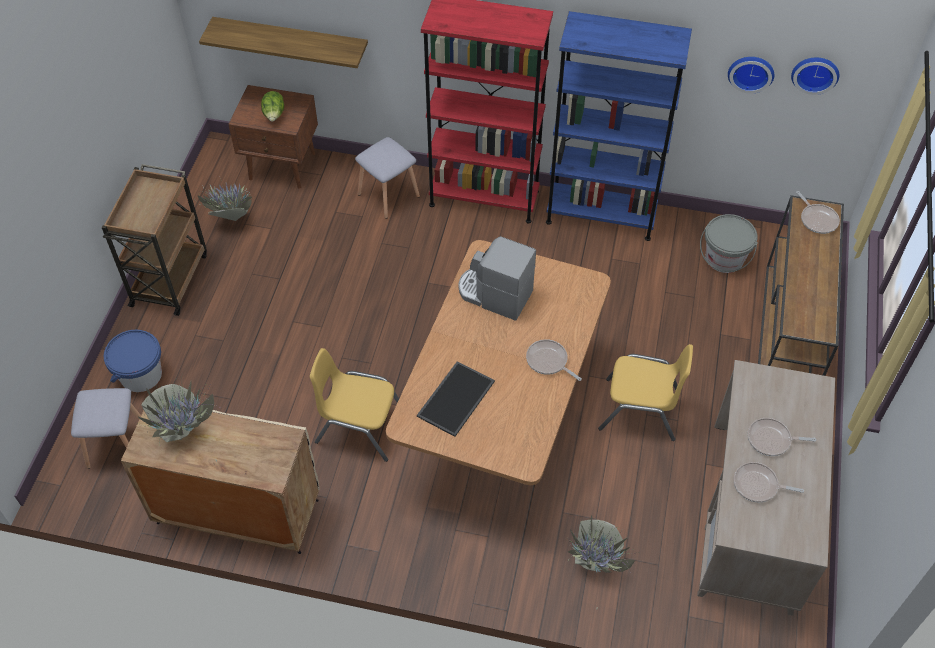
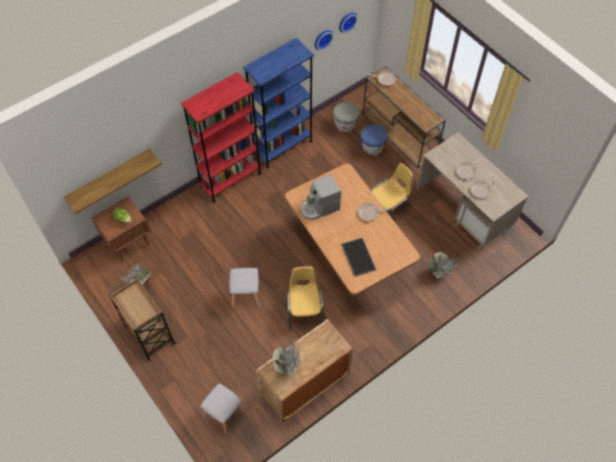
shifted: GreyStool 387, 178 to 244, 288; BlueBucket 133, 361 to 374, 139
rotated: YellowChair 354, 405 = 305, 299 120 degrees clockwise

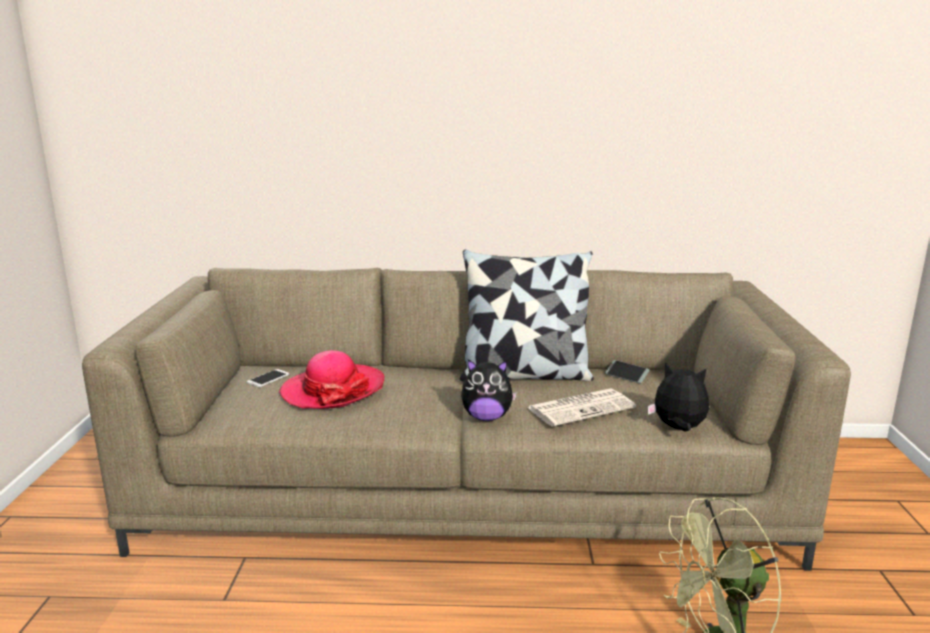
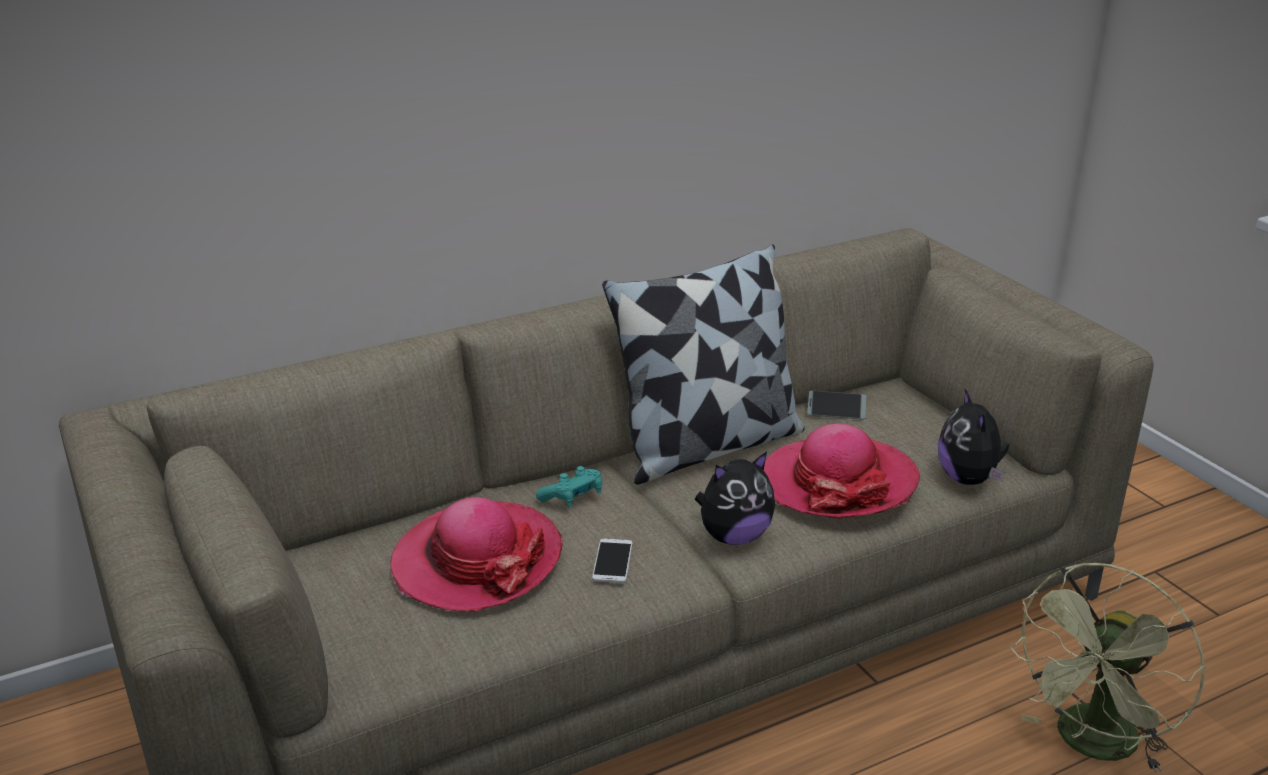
new: TurquoiseGameController 569, 486
shifted: Phone 268, 378 to 612, 560
swapped: Newspaper 581, 407 to Hat 842, 471
rotated: PlushToy 678, 397 = 973, 437 90 degrees counterclockwise

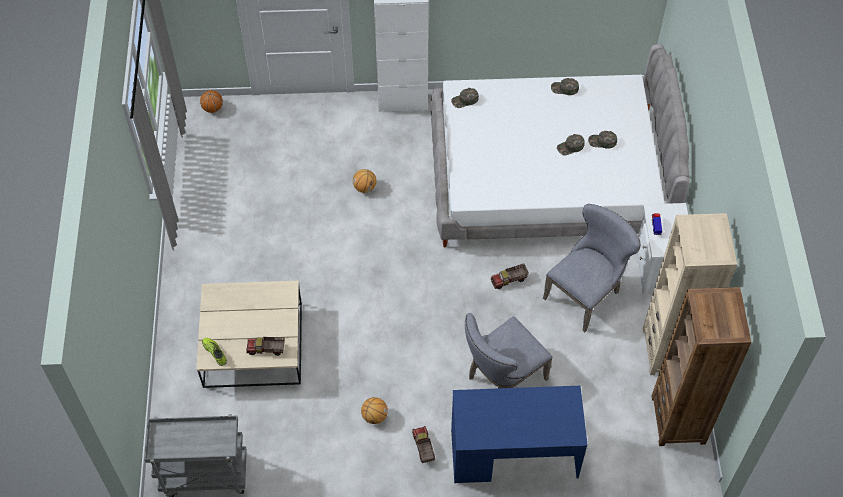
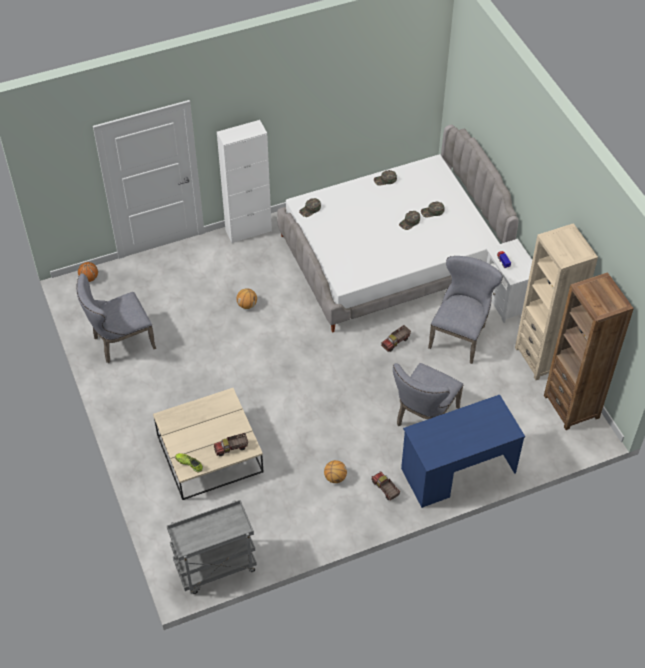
new: GreyChair 116, 318

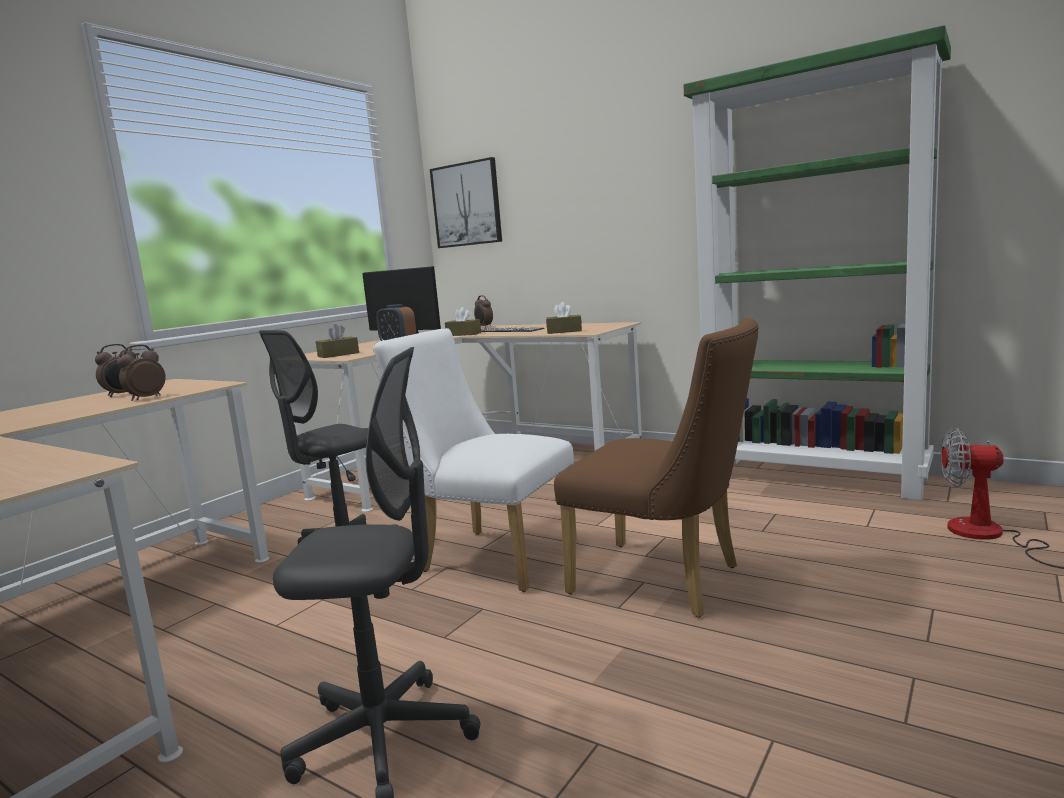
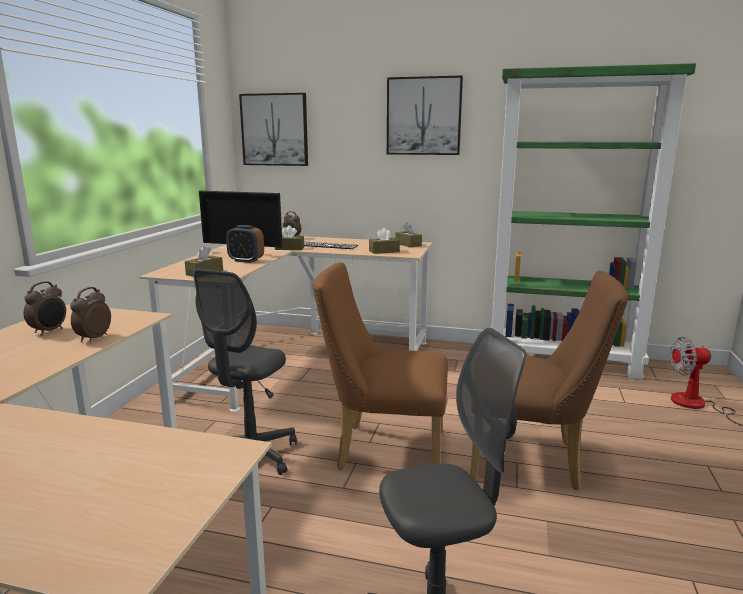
new: Picture 425, 115; BrownTissueBox 408, 235
repainted: WhiteChair 475, 460 to BrownChair 380, 366

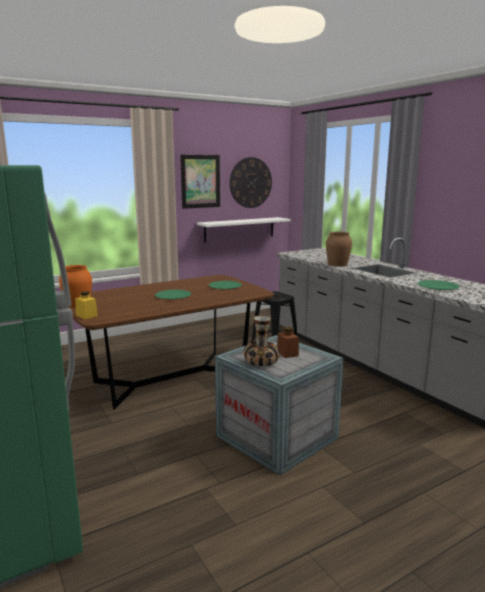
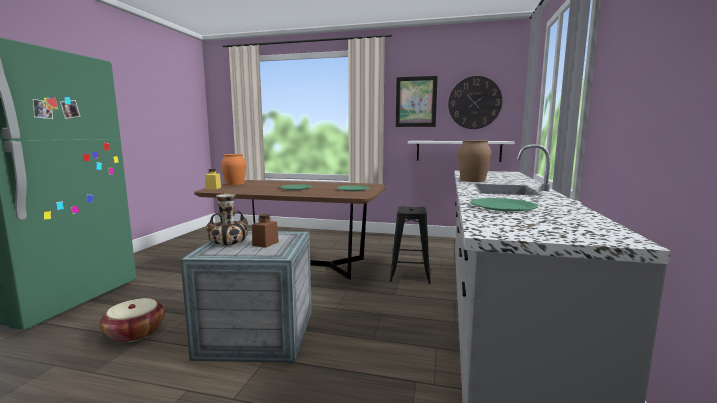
new: Basket 132, 320

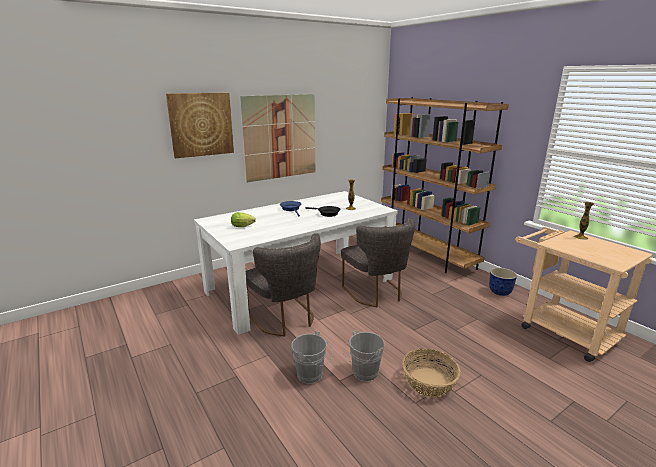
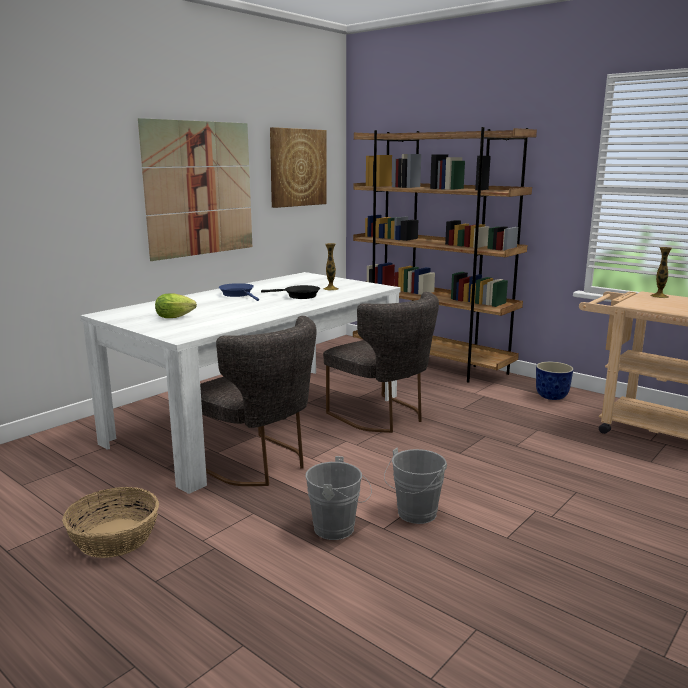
shifted: Basket 431, 373 to 110, 522; Picture 200, 125 to 298, 167

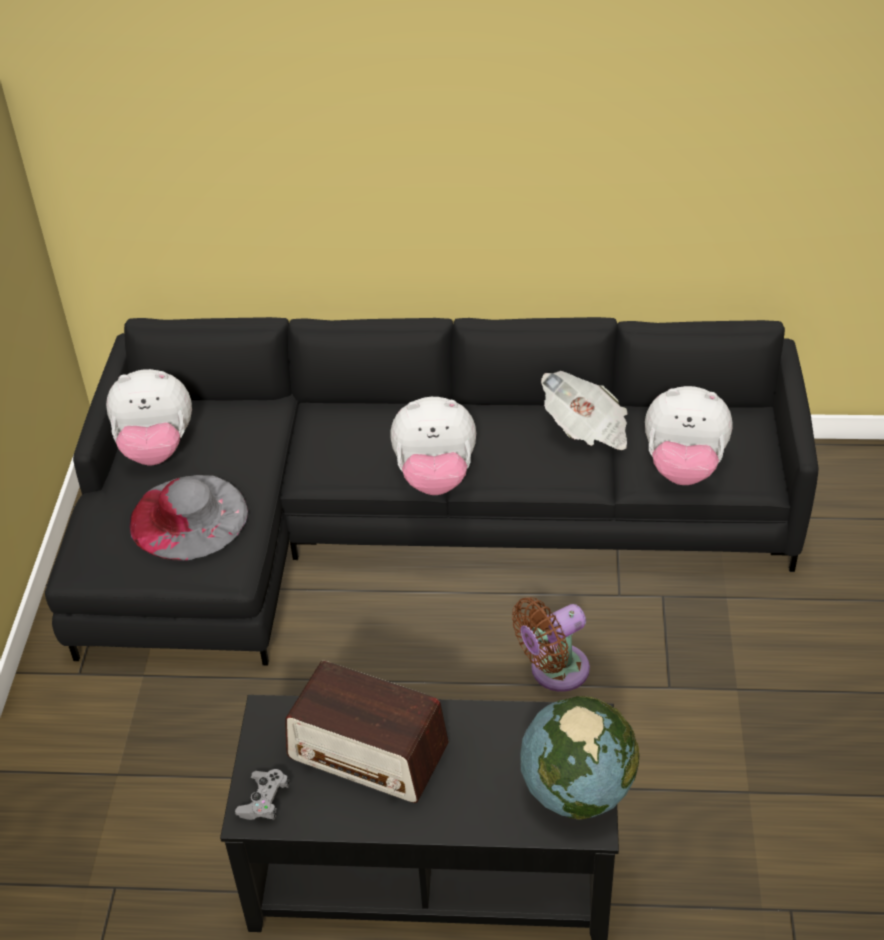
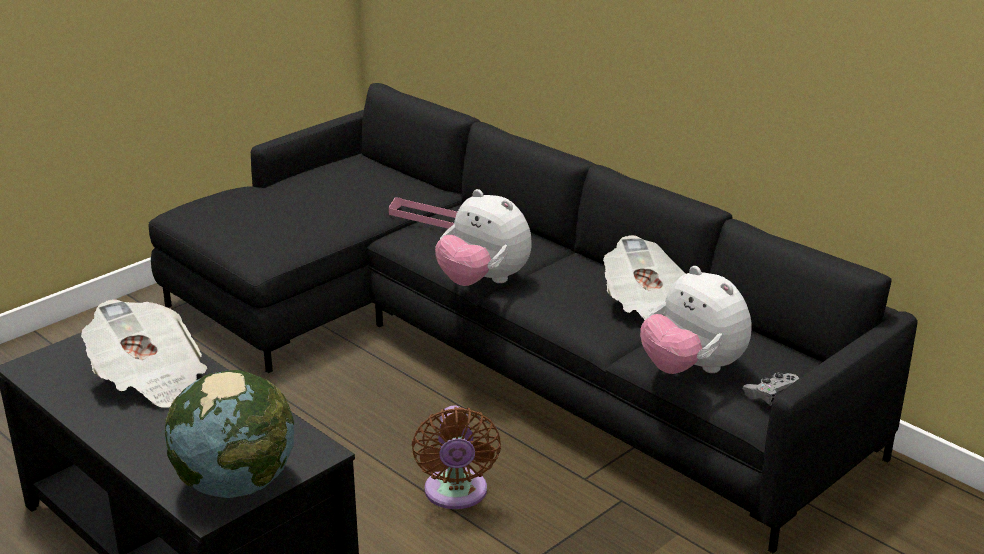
gone: PlushToy 149, 417; GreyHat 189, 518
new: PinkTray 423, 213
shifted: GreyGameController 262, 794 to 771, 389
swapped: Radio 367, 732 to Newspaper 144, 353
rotated: BrownFan 551, 644 = 456, 457 105 degrees counterclockwise

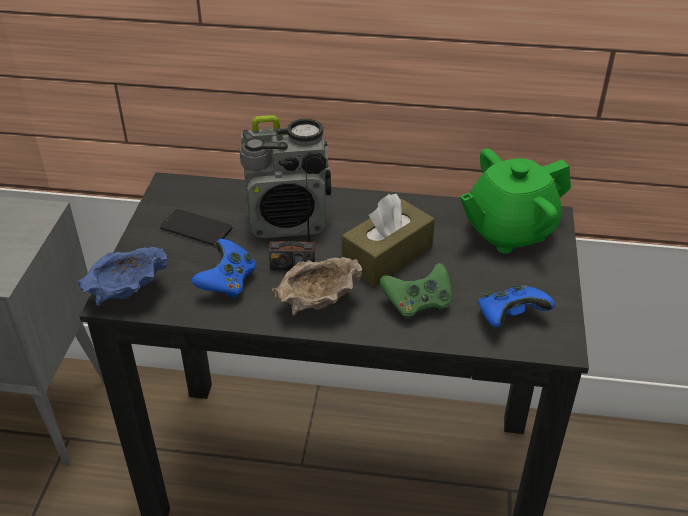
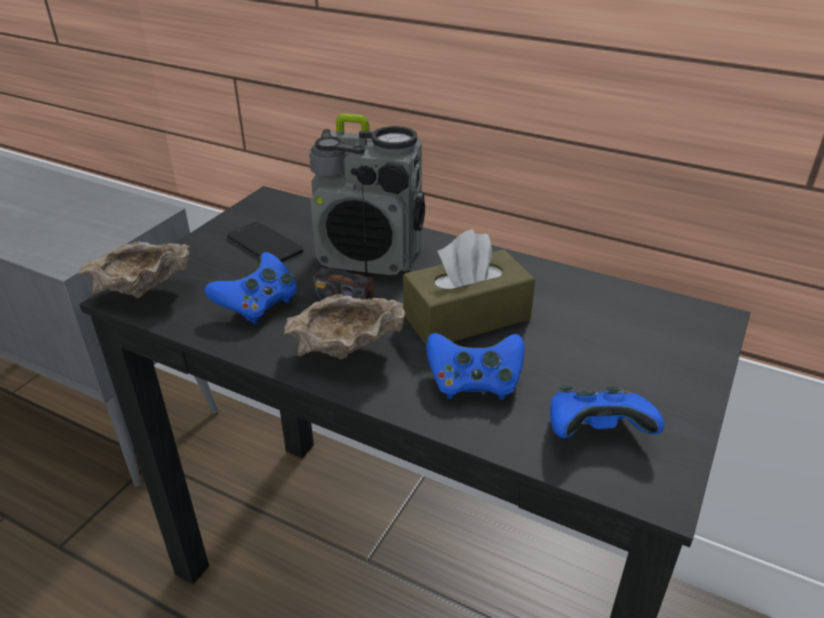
gone: GreenTeapot 515, 201
repainted: BlueBowl 122, 276 to BeigeBowl 133, 269; GreenGameController 416, 291 to BlueGameController 475, 366

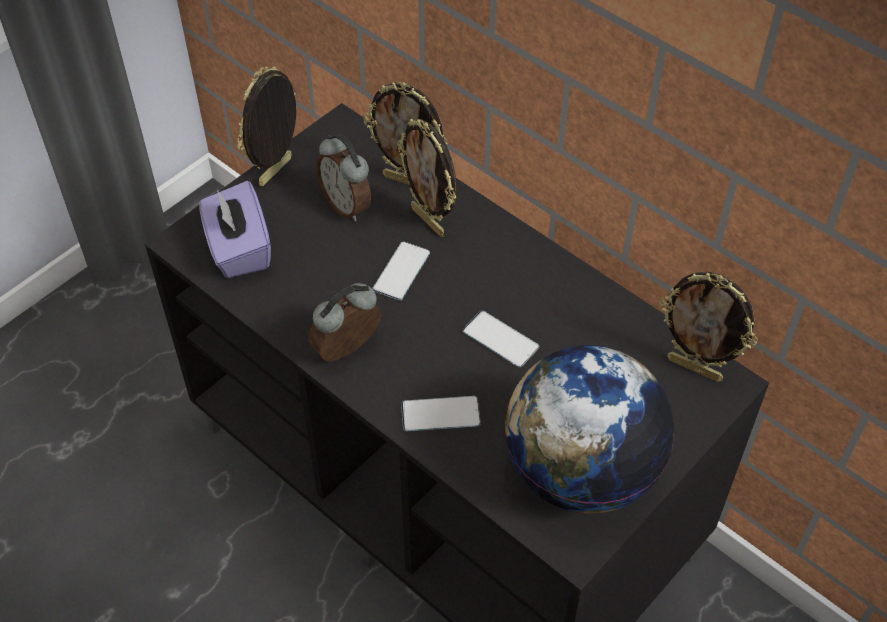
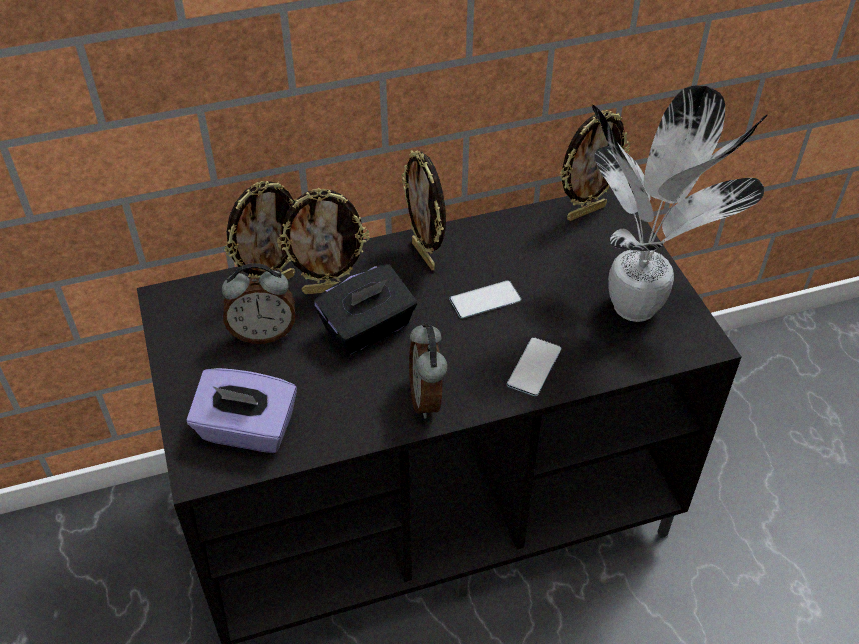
shifted: PictureFrame 266, 126 to 424, 210
swapped: Phone 401, 271 to BlackTissueBox 365, 309; Globe 589, 429 to PottedPlant 680, 203

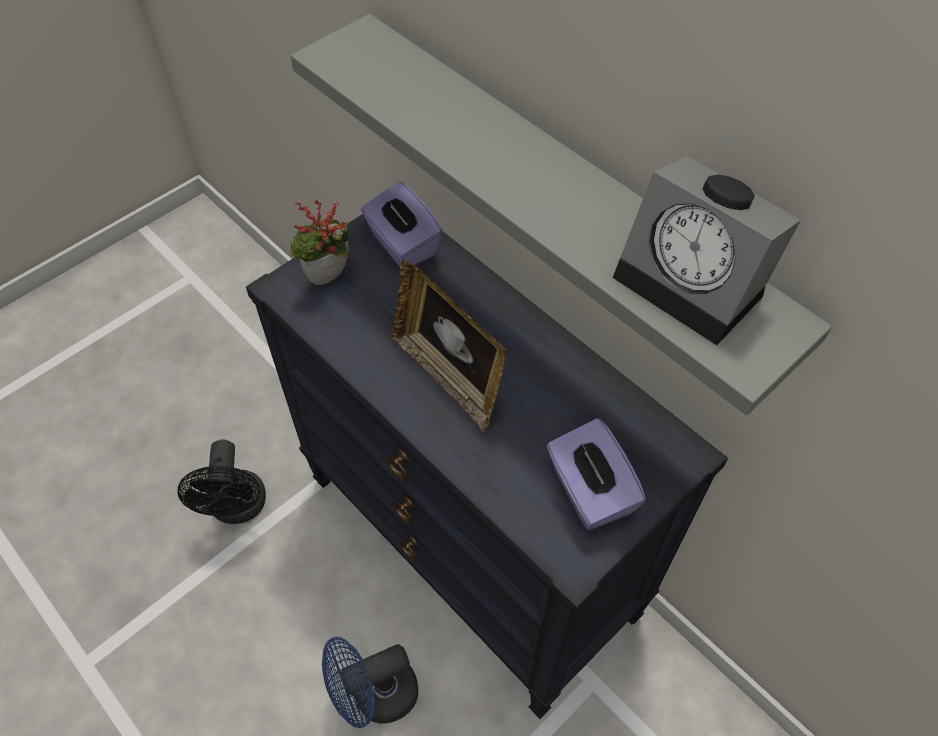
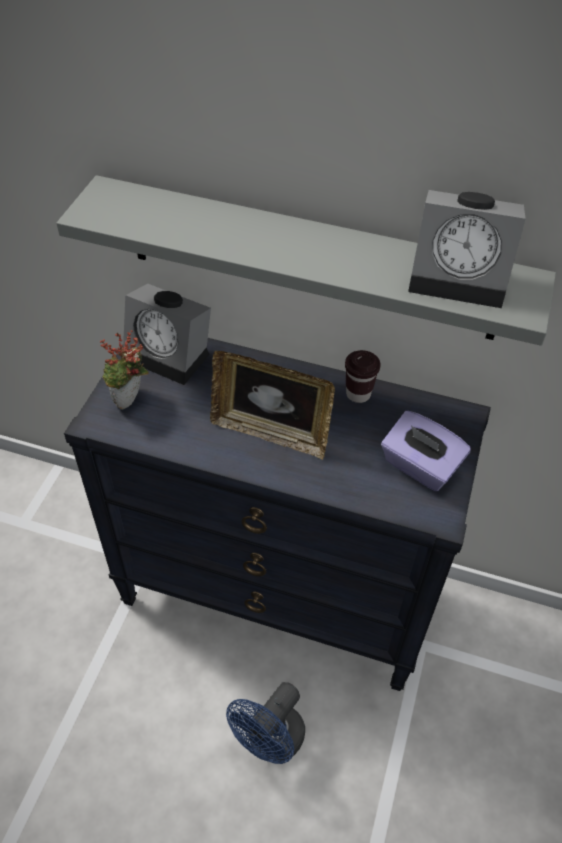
gone: BlackFan 221, 482
new: BrownCup 363, 376
swapped: PurpleTissueBox 402, 224 to AlarmClock 167, 334

